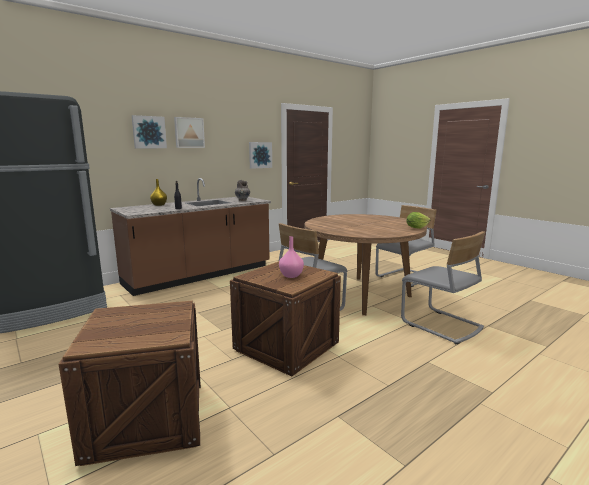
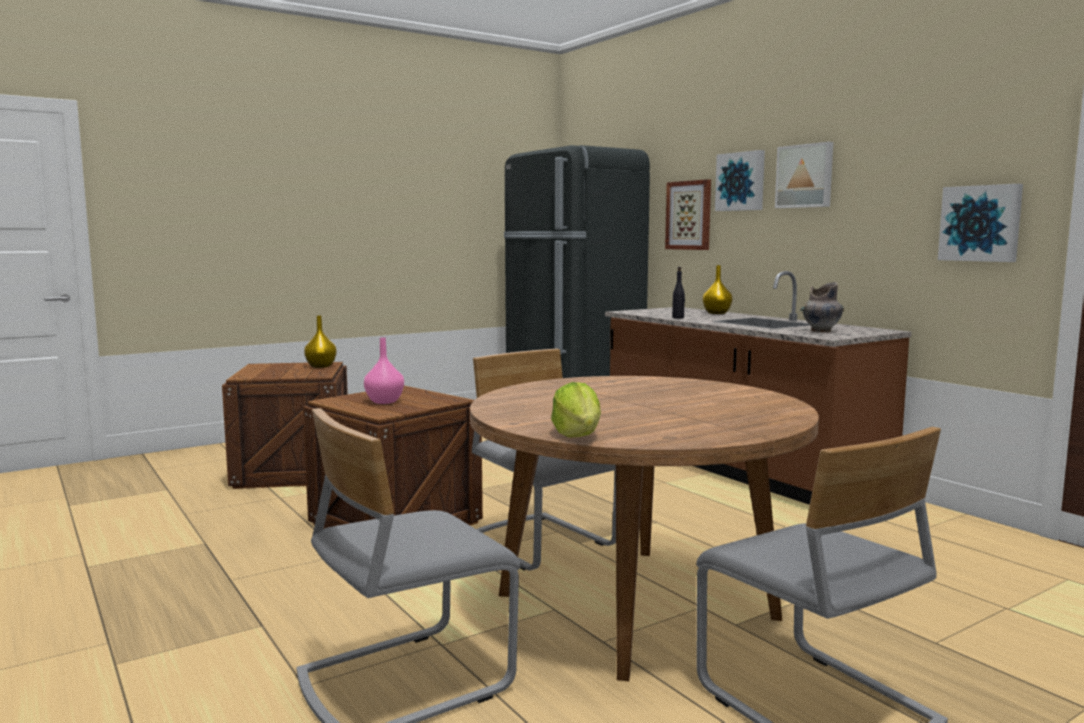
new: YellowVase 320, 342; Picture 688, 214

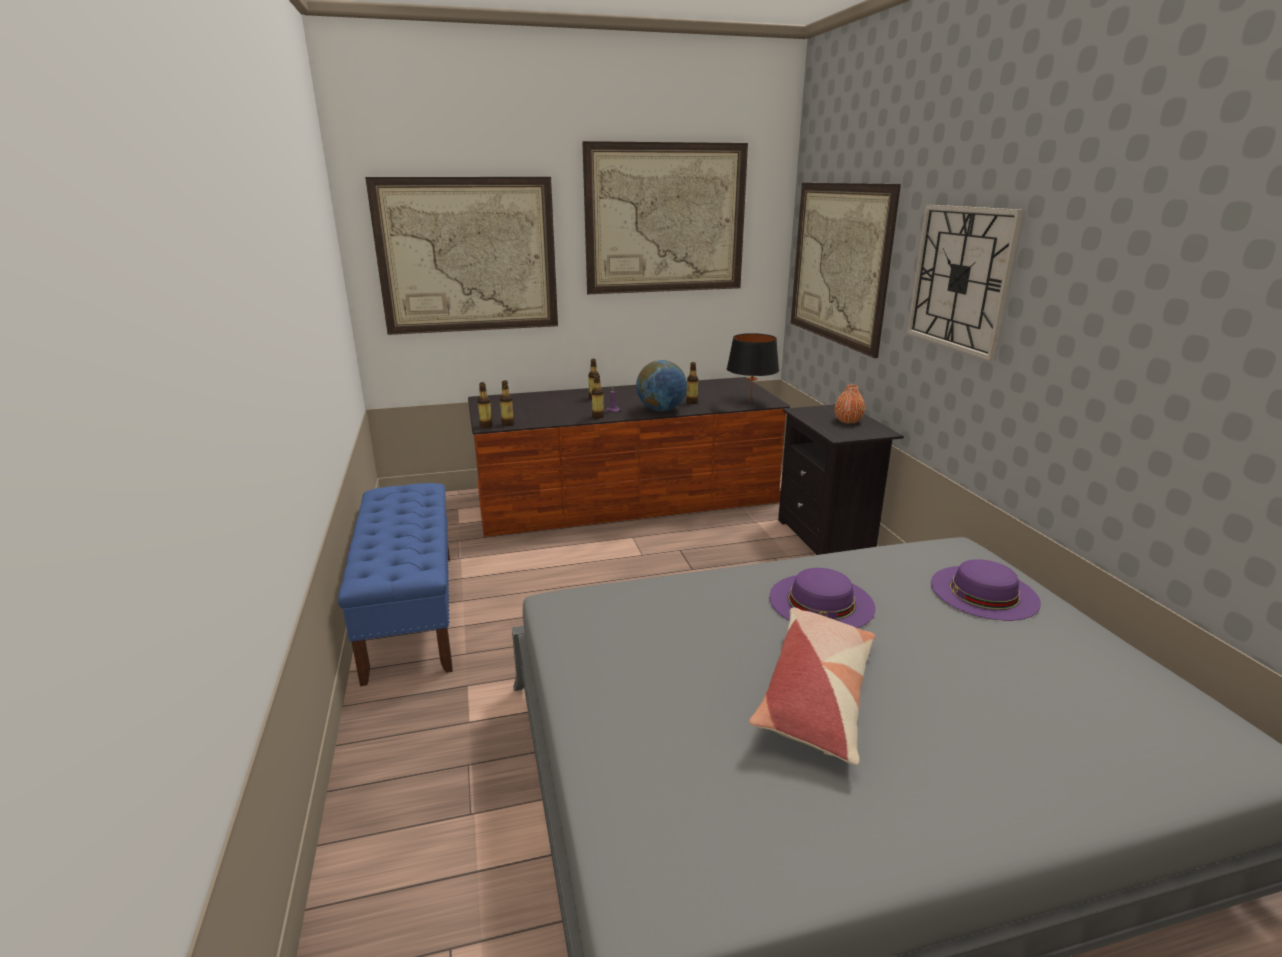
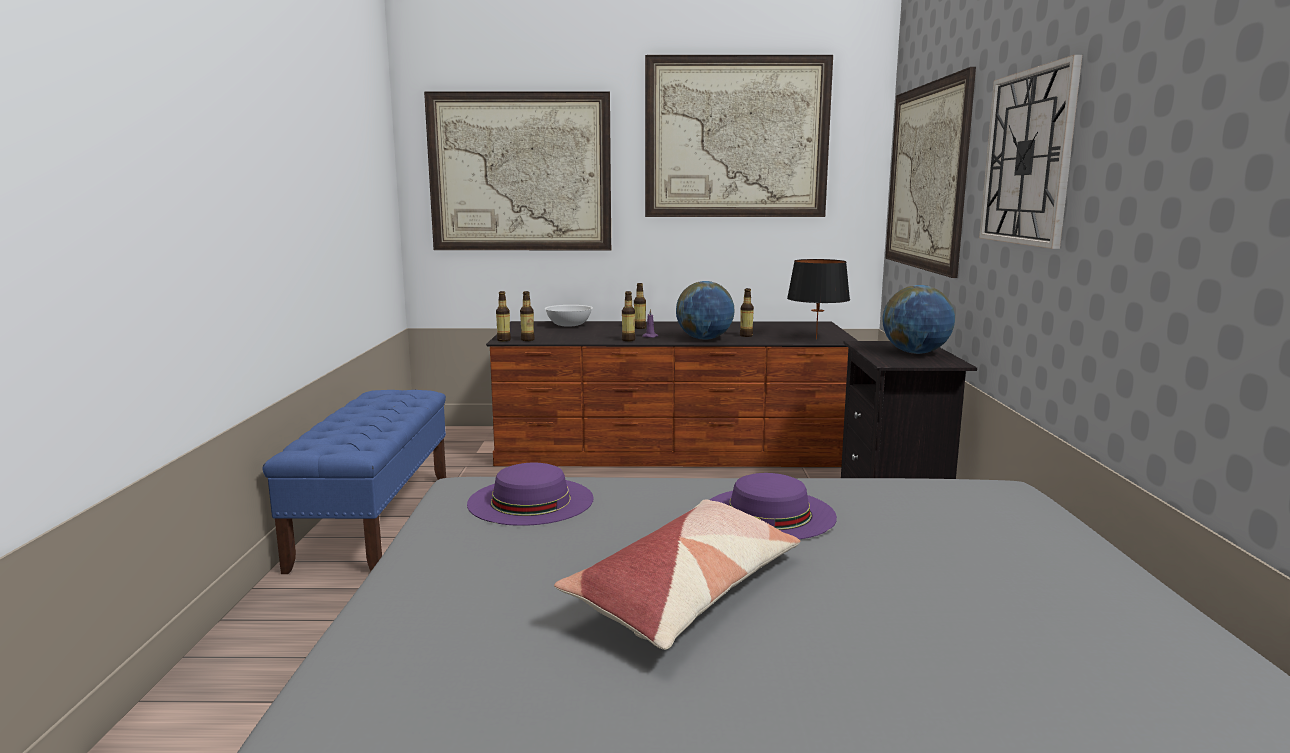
new: WhiteBowl 569, 316
shifted: PurpleHat 986, 590 to 530, 494
swapped: OrangeVase 850, 404 to Globe 918, 319

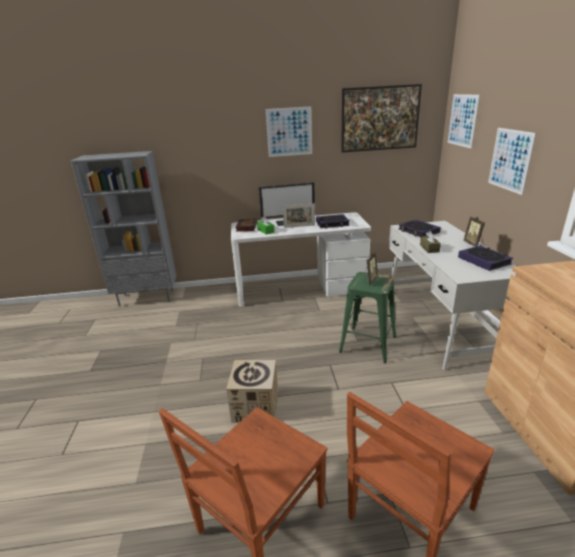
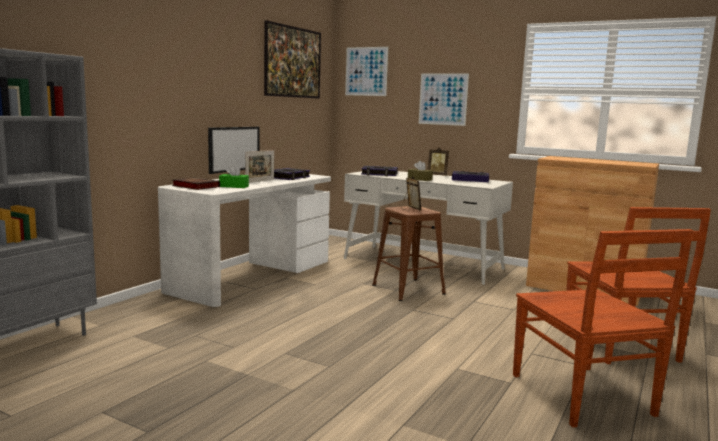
gone: CardboardBox 252, 391; Picture 289, 131
repainted: GreenStool 367, 317 to BrownStool 409, 253

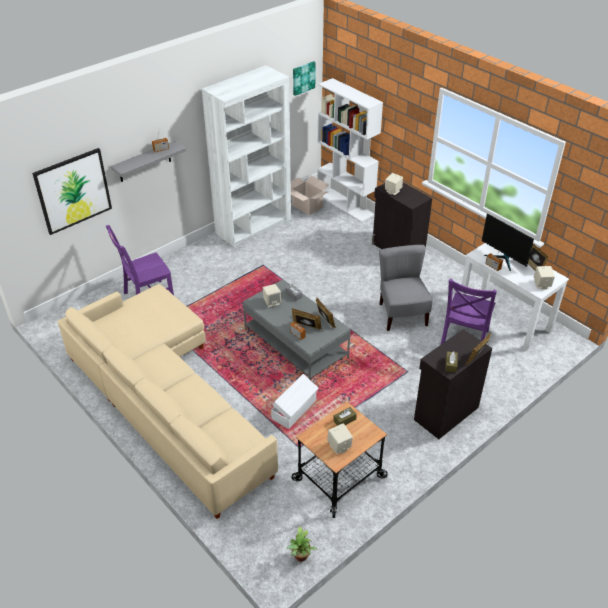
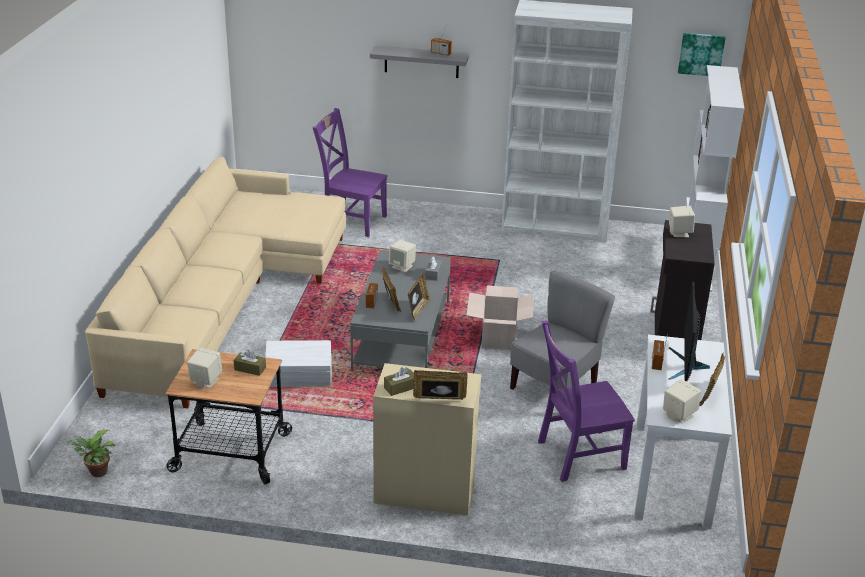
gone: Picture 72, 191
shifted: CardboardBox 310, 195 to 500, 318
repainted: BlackCabinet 453, 384 to BeigeCabinet 427, 439

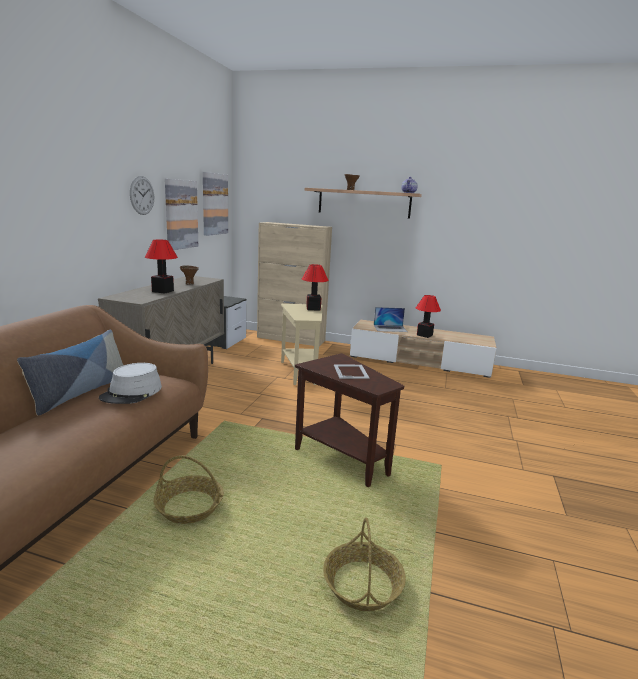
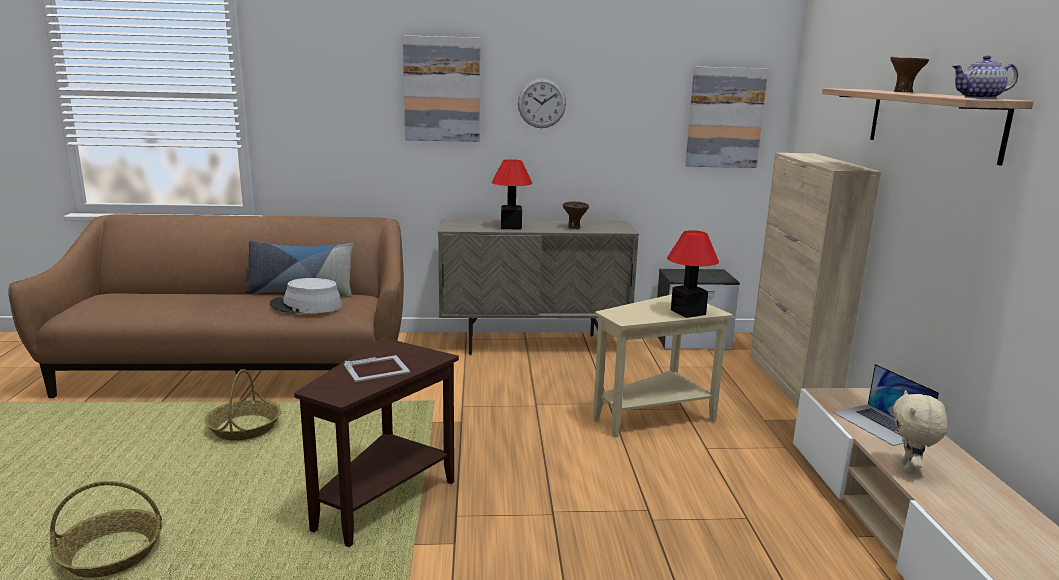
shifted: Picture 181, 214 to 441, 88
swapped: TableLamp 428, 316 to BeigePlushToy 920, 432

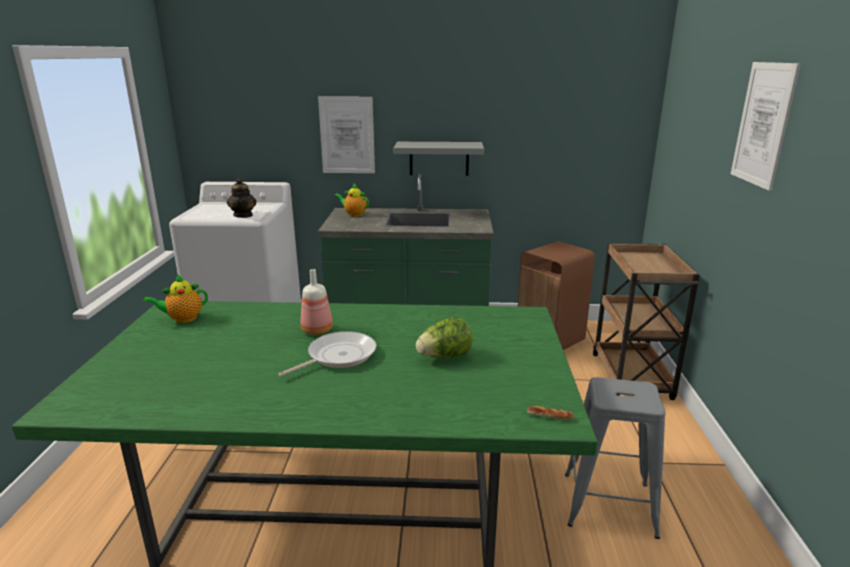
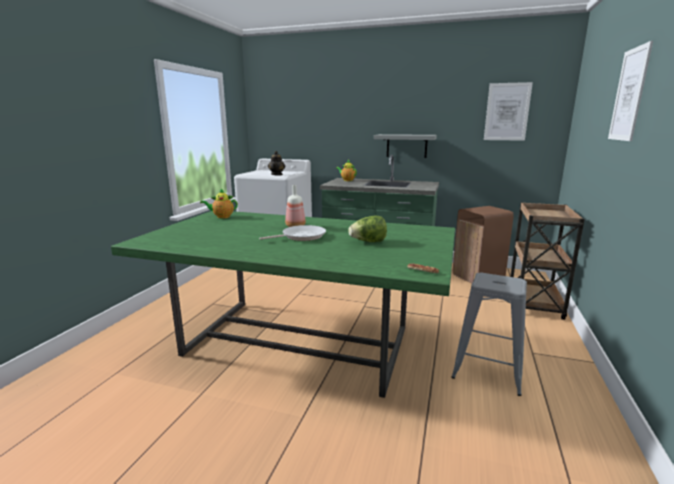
shifted: Picture 346, 135 to 508, 111

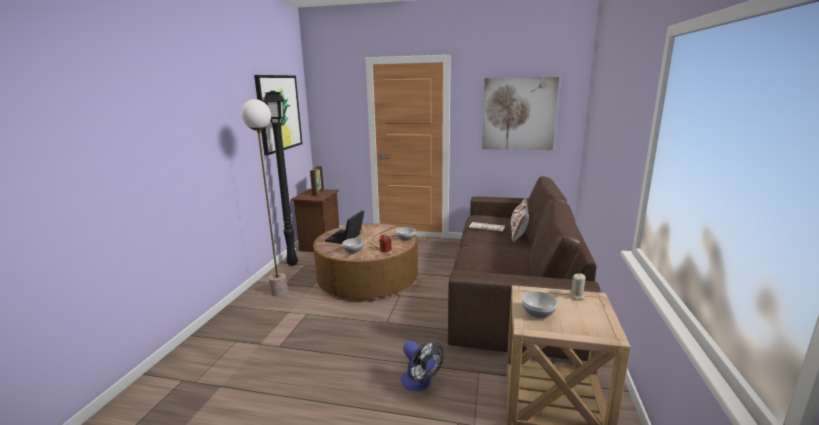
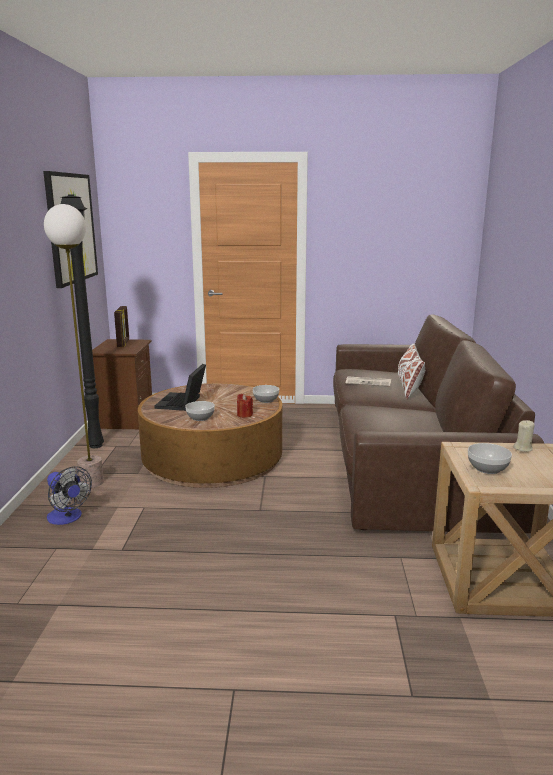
gone: Picture 520, 113
shifted: Fan 422, 366 to 69, 495

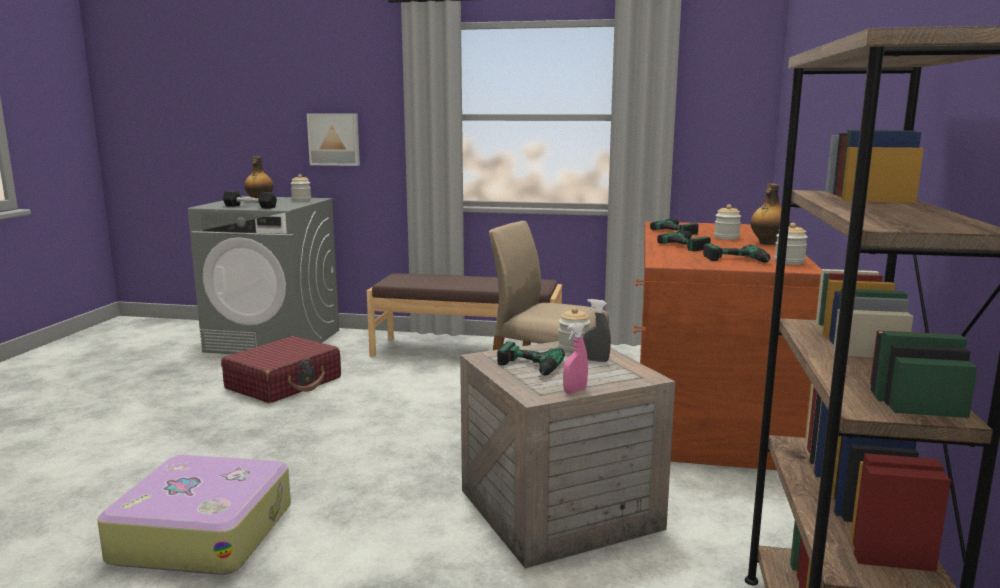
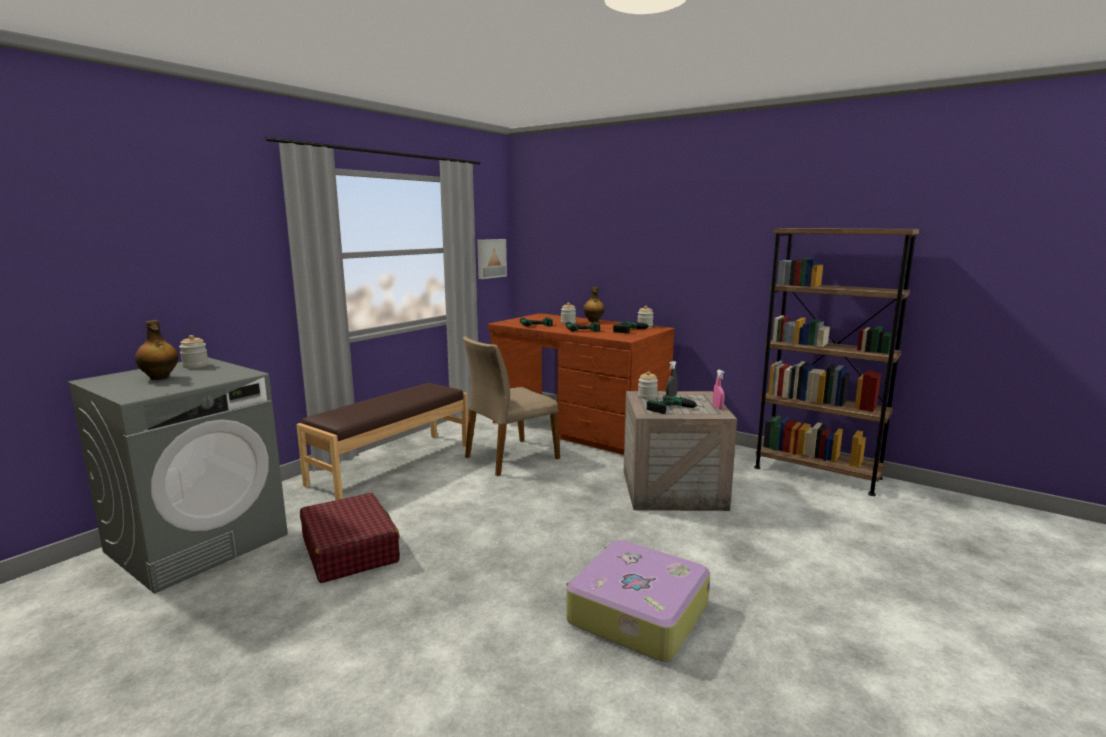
gone: BlackDumbbell 250, 200
shifted: Picture 333, 140 to 492, 259

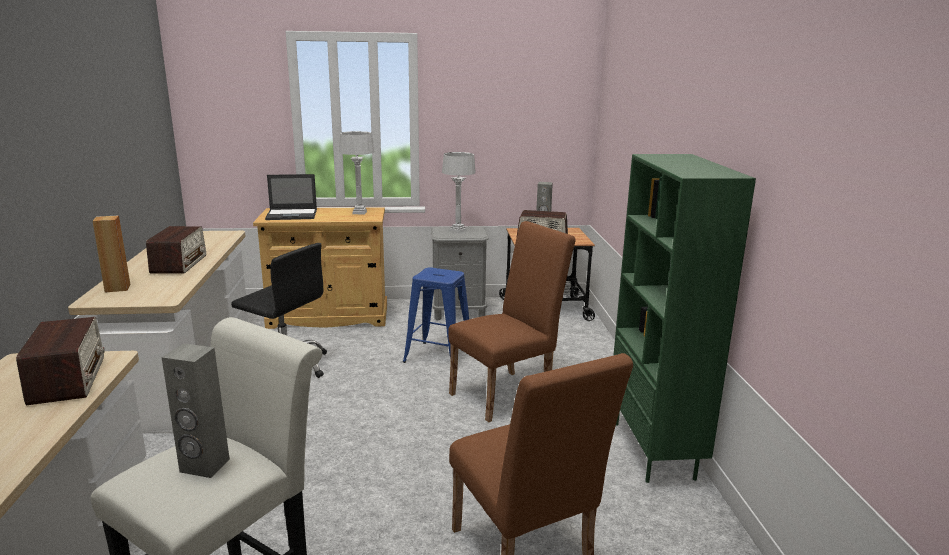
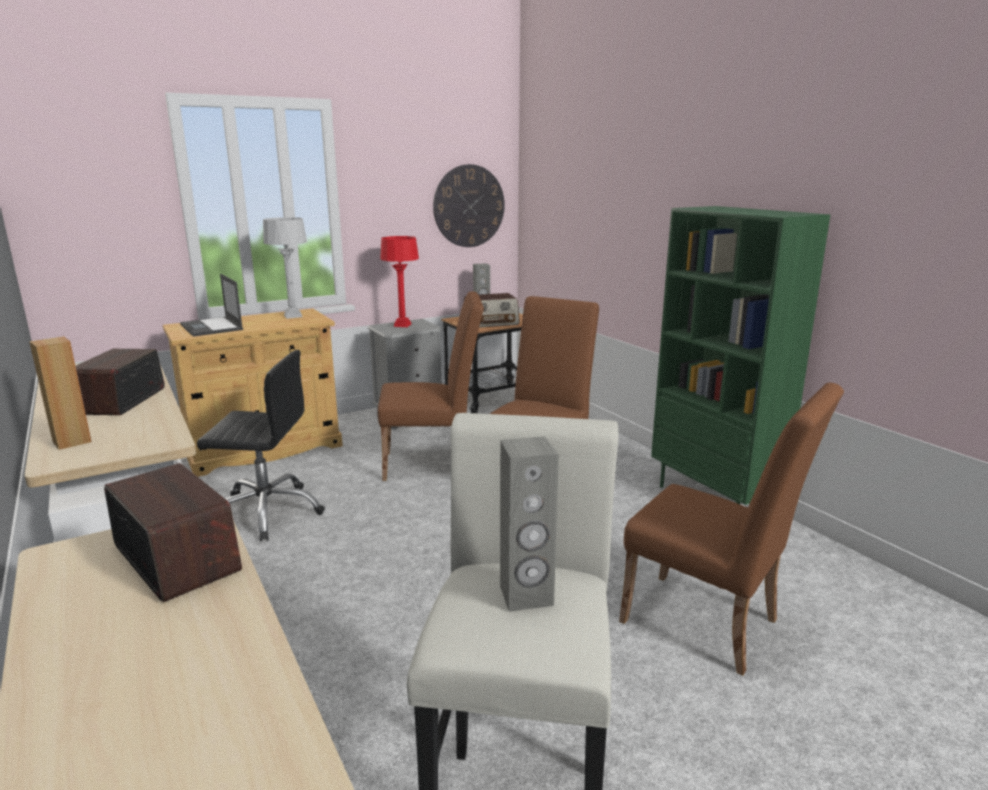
new: WallClock 469, 205
swapped: BlueStool 436, 315 to BrownChair 431, 386
repainted: GreyTableLamp 459, 192 to RedTableLamp 399, 281
rotated: Radio 176, 250 = 120, 382 150 degrees counterclockwise; Laptop 291, 197 = 211, 305 90 degrees clockwise

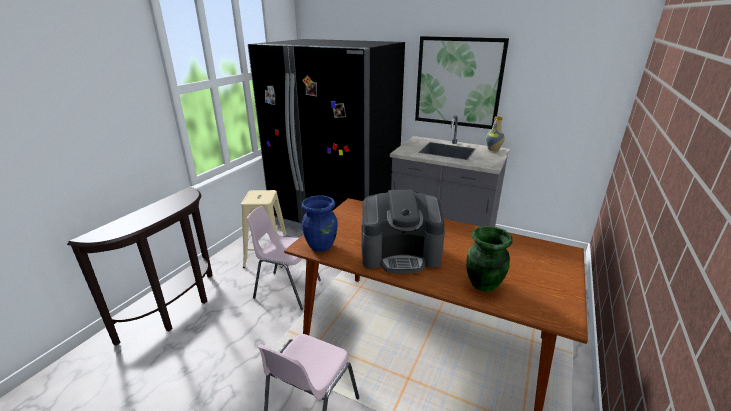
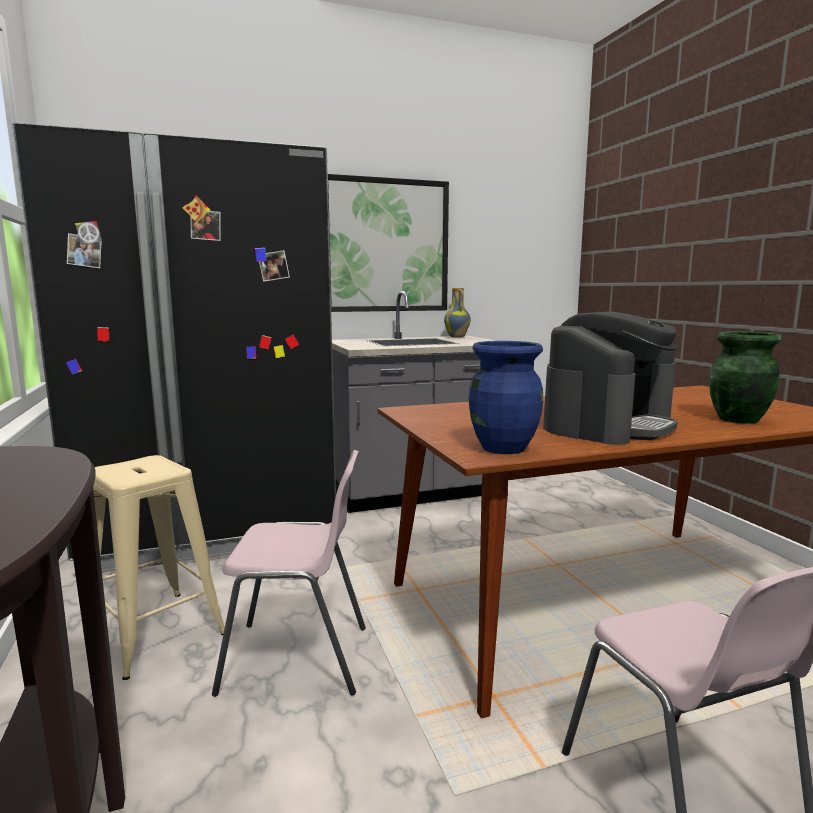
rotated: PinkChair 284, 258 = 289, 573 150 degrees counterclockwise

